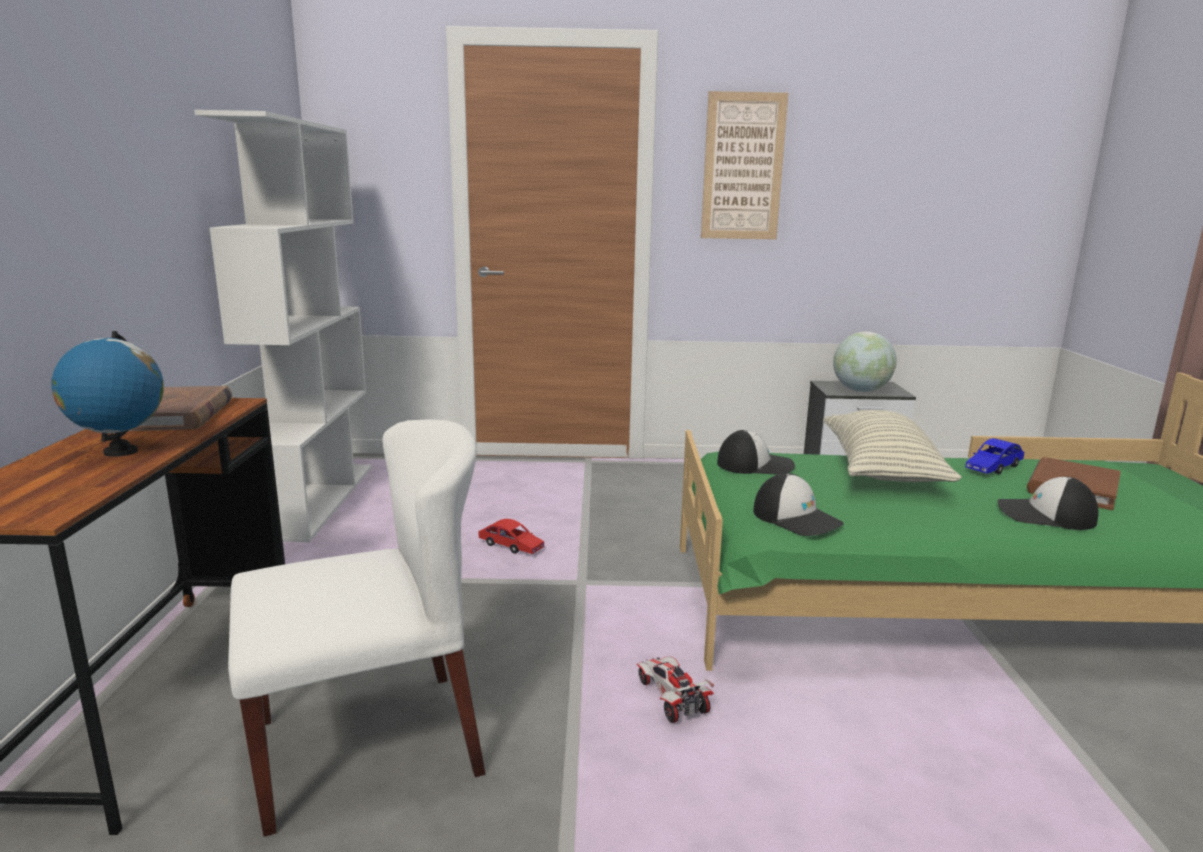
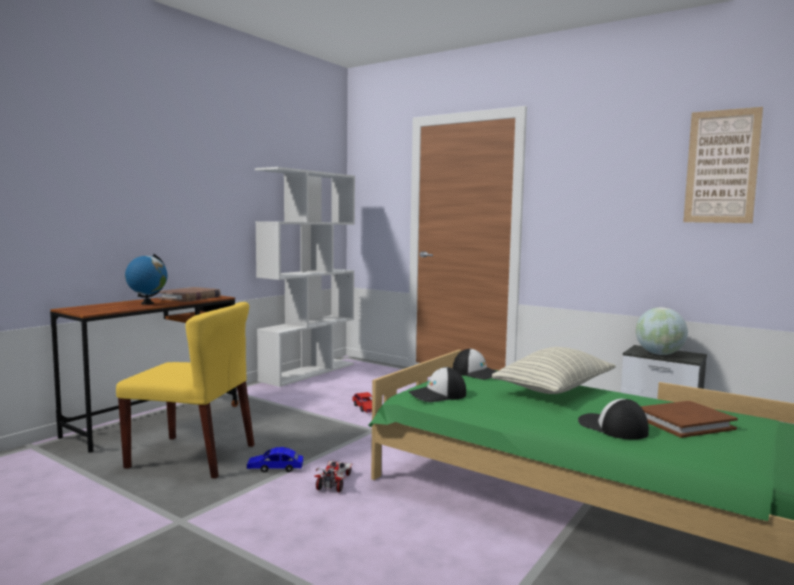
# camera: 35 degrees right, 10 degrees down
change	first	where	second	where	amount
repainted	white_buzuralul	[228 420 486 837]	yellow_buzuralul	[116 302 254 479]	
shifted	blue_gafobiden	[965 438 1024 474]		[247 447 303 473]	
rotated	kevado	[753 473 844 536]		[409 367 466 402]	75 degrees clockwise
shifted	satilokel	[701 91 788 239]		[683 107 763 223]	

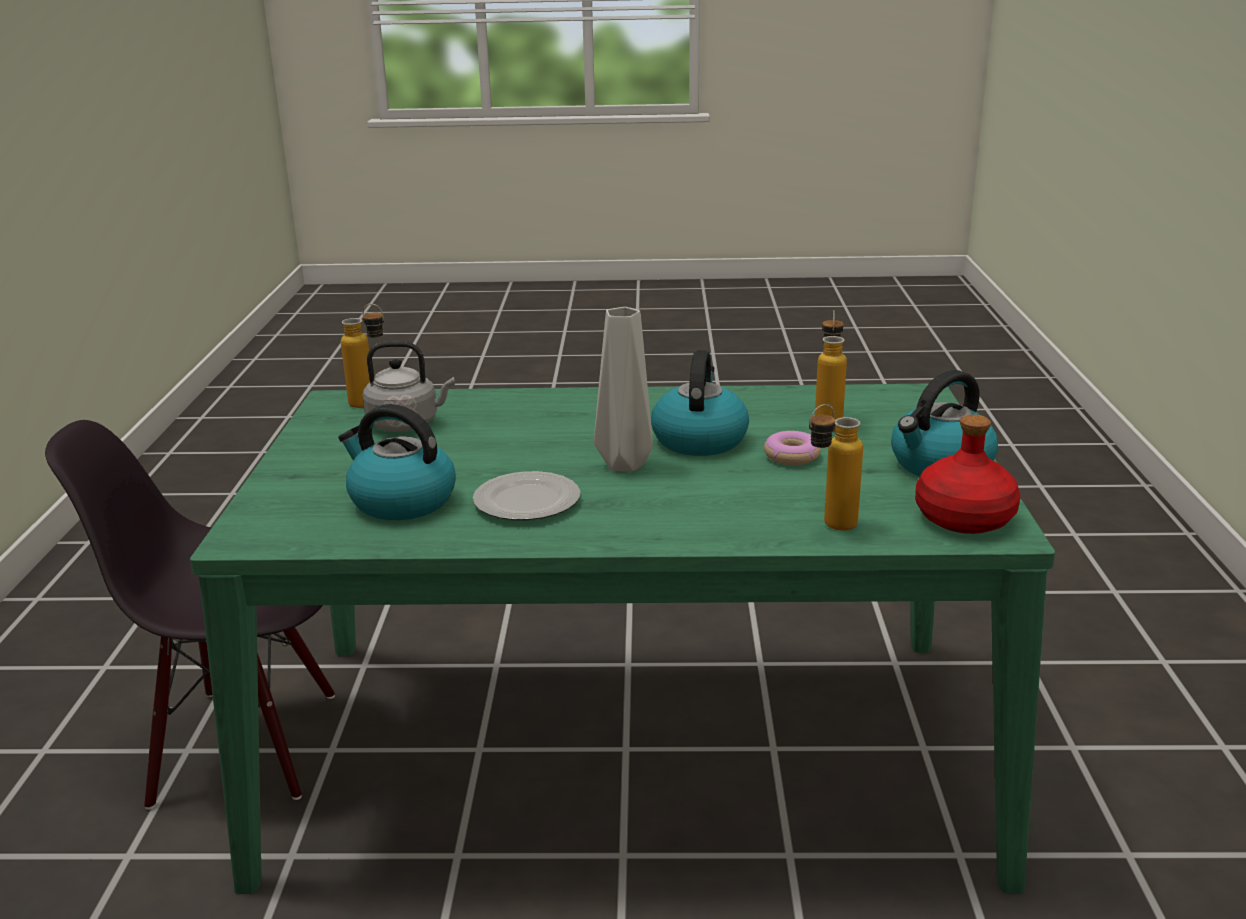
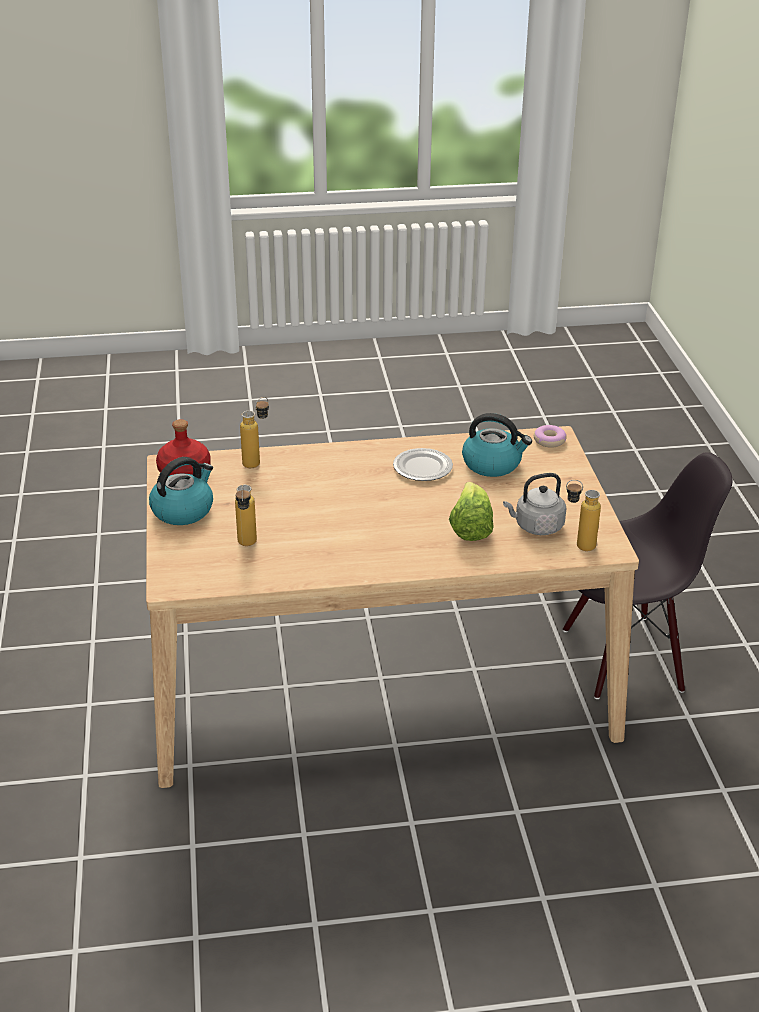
# camera: 170 degrees right, 10 degrees up
change	first	where	second	where	amount
repainted	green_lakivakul	[190 384 1055 894]	beige_lakivakul	[146 426 639 788]	
new			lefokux	[449 482 494 541]	
shifted	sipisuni	[764 431 821 465]		[534 425 567 448]	
gone	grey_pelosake	[594 307 653 472]			
gone	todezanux	[651 350 749 456]			

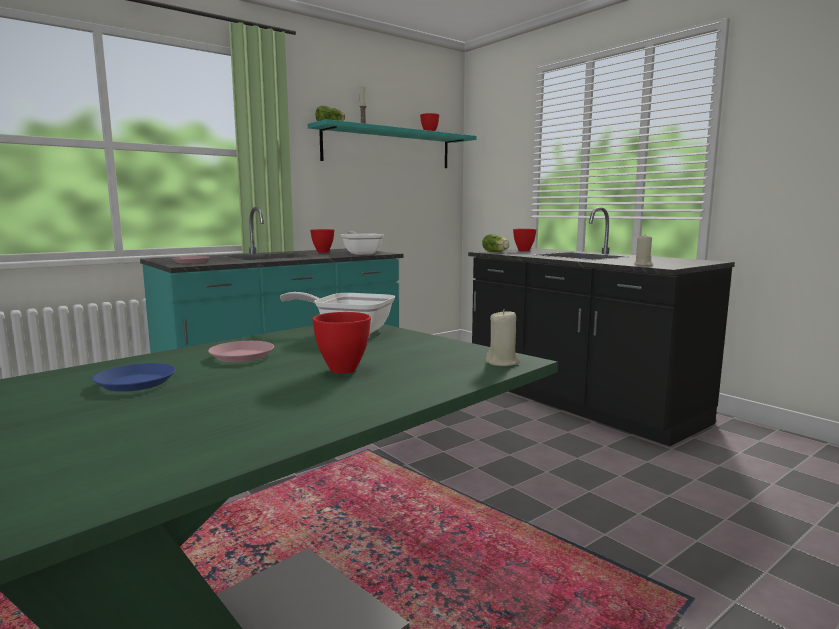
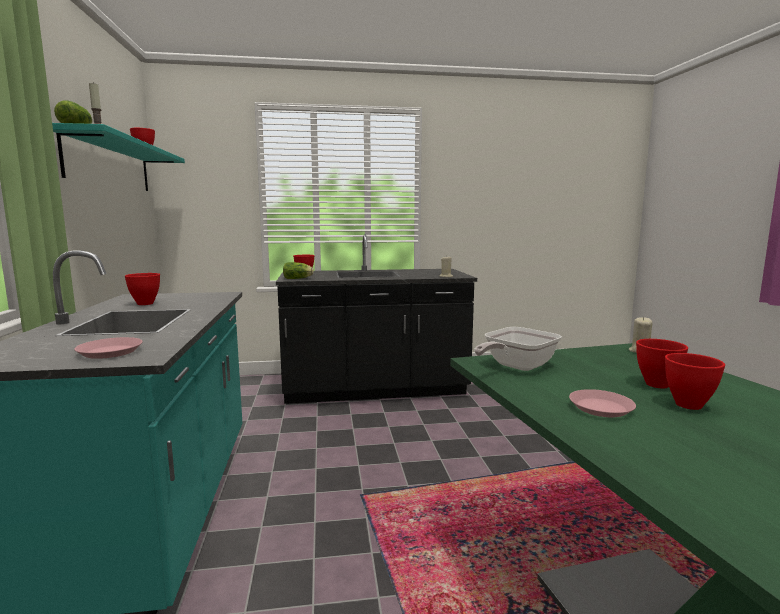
# camera: 60 degrees left, 0 degrees up
change	first	where	second	where	amount
new			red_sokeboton	[665 353 725 410]	
gone	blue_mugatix	[92 363 176 392]			
gone	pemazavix	[341 231 384 255]			

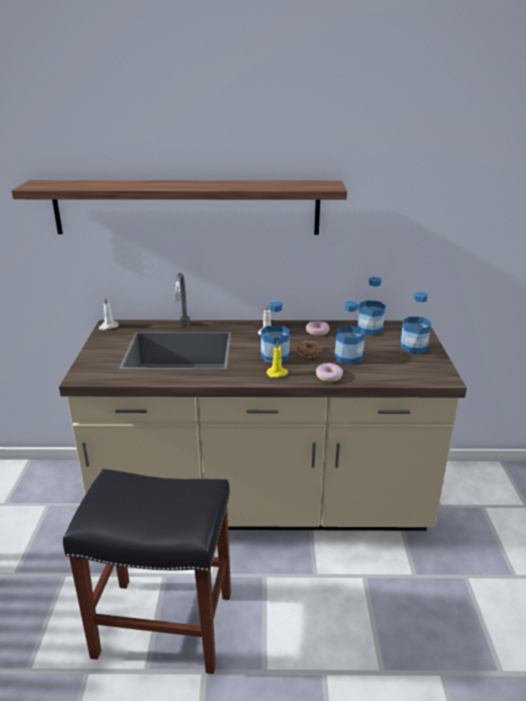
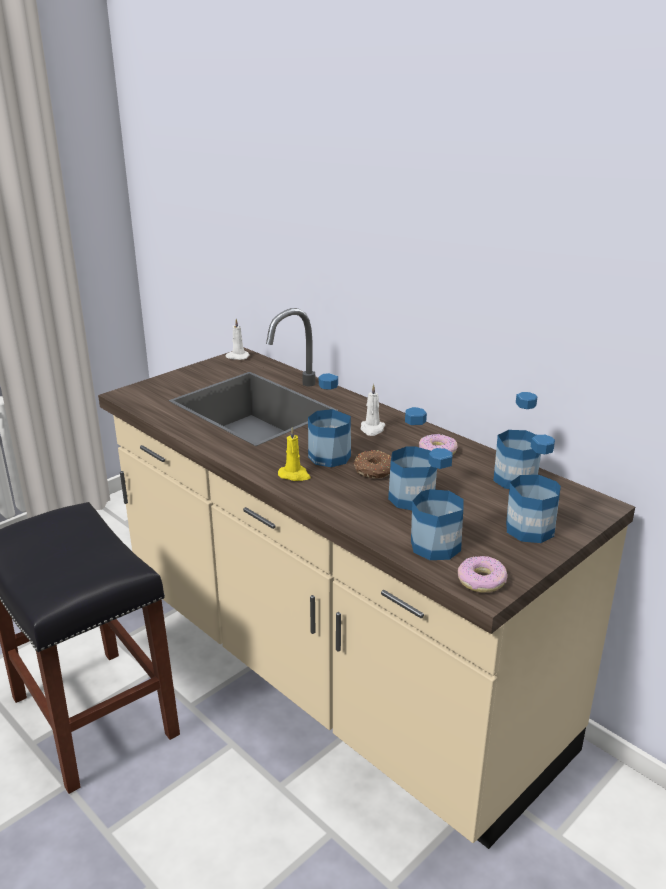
# camera: 45 degrees right, 0 degrees up
change	first	where	second	where	amount
new			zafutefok	[411 448 463 560]	
shifted	sipisuni	[316 363 343 382]		[458 556 507 593]	
gone	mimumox	[11 180 347 235]			

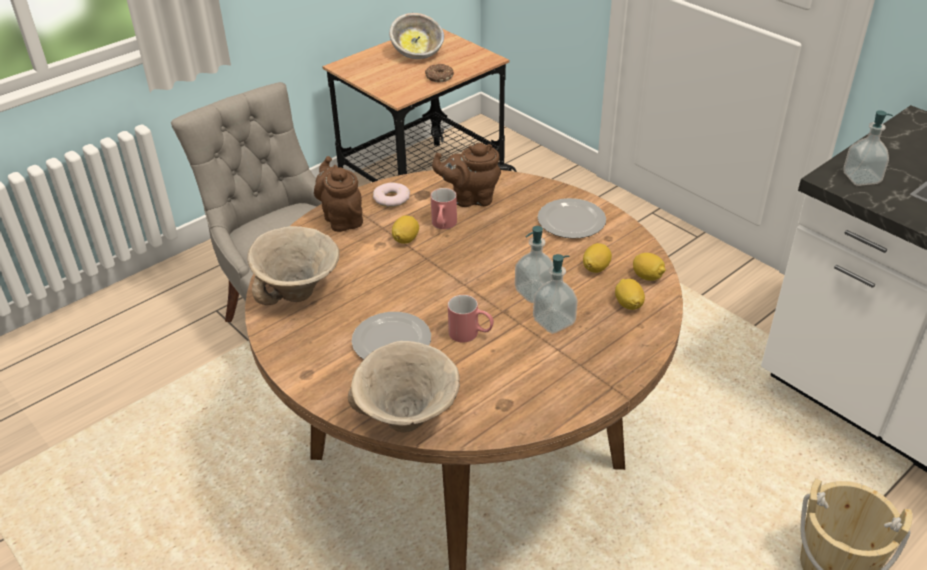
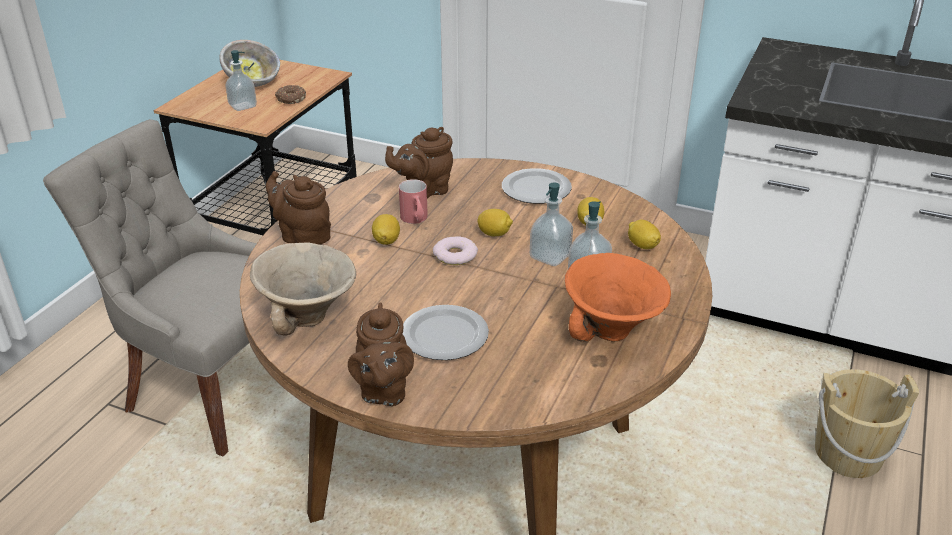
# camera: 25 degrees left, 5 degrees down
change	first	where	second	where	amount
shifted	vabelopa	[844 110 893 186]		[225 50 257 111]	
new			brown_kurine	[348 303 414 406]	
shifted	sipisuni	[373 183 410 207]		[433 236 478 265]	
shifted	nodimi	[633 253 666 281]		[477 209 513 236]	
new			orange_sokeboton	[565 253 671 342]	
gone	beige_sokeboton	[348 341 460 432]			
gone	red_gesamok	[448 295 494 343]			

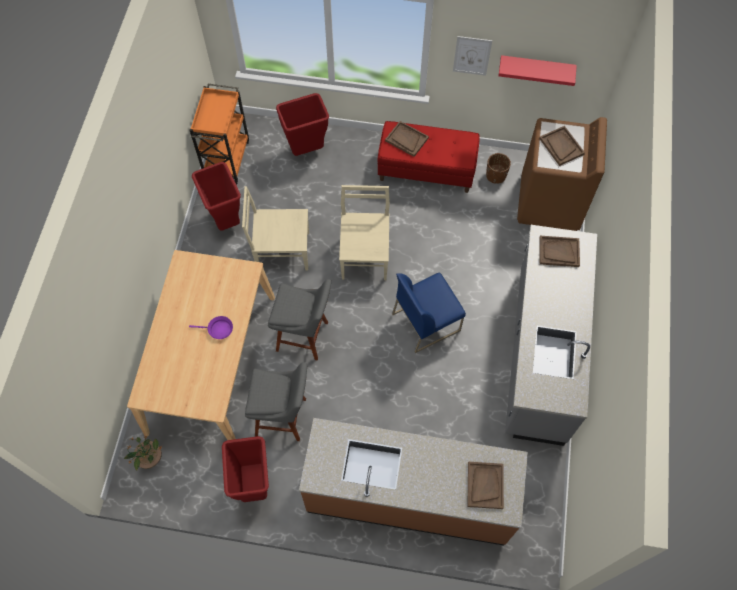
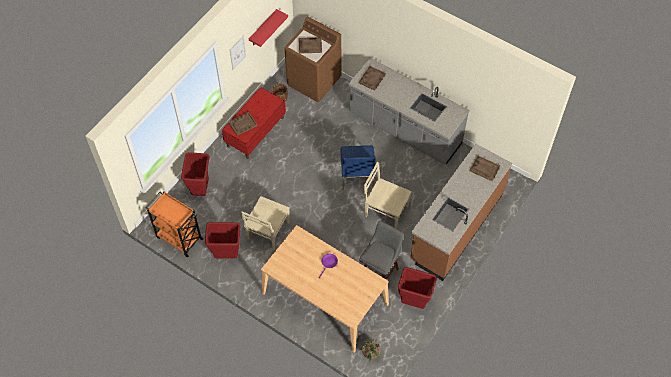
# camera: 65 degrees left, 5 degrees down
change	first	where	second	where	amount
shifted	beige_buzuralul	[339 185 390 280]		[364 162 412 229]	
gone	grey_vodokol	[268 279 331 361]			

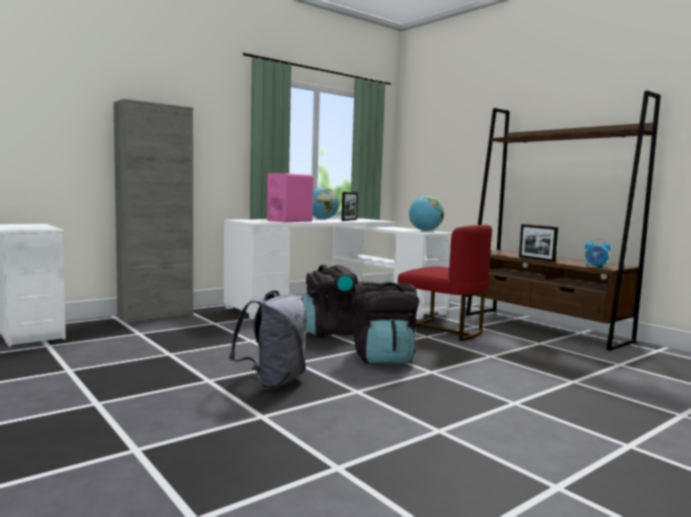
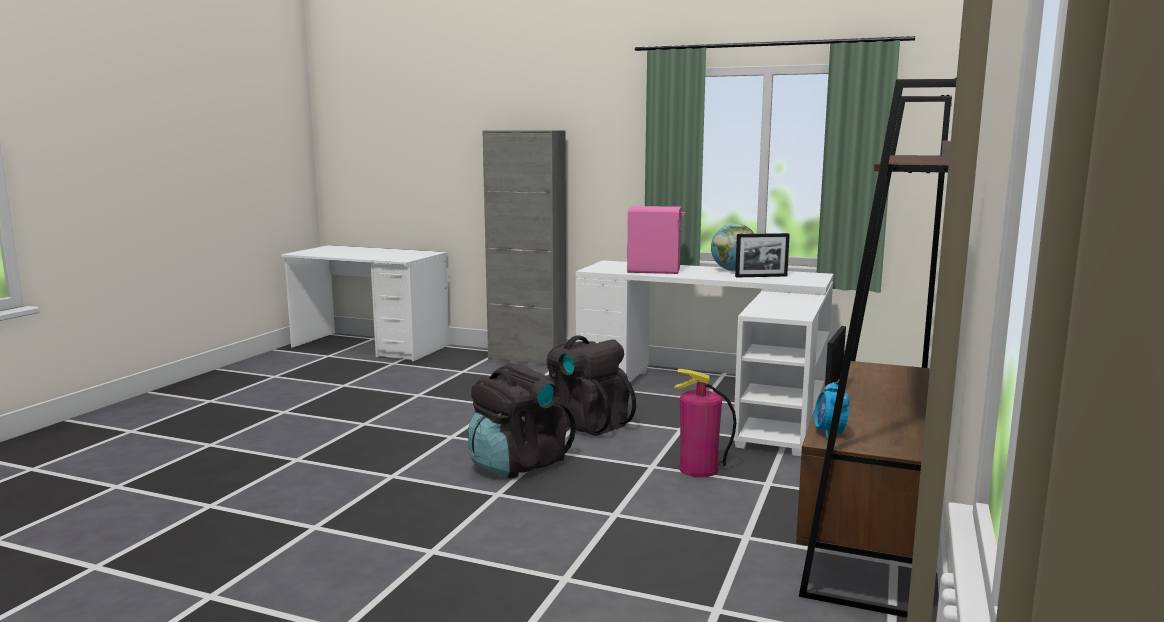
# camera: 60 degrees right, 5 degrees up
change	first	where	second	where	amount
swapped	red_buzuralul	[398 225 492 341]	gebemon	[674 369 737 477]	
gone	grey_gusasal	[229 290 307 389]			
gone	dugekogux	[409 196 444 231]			

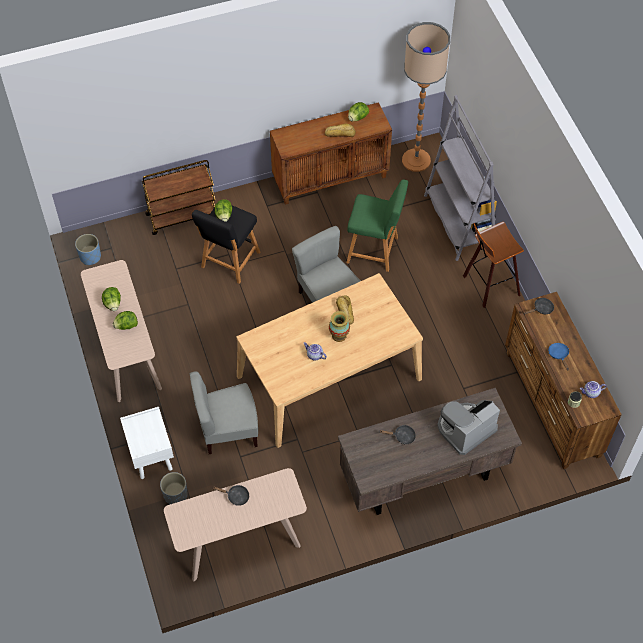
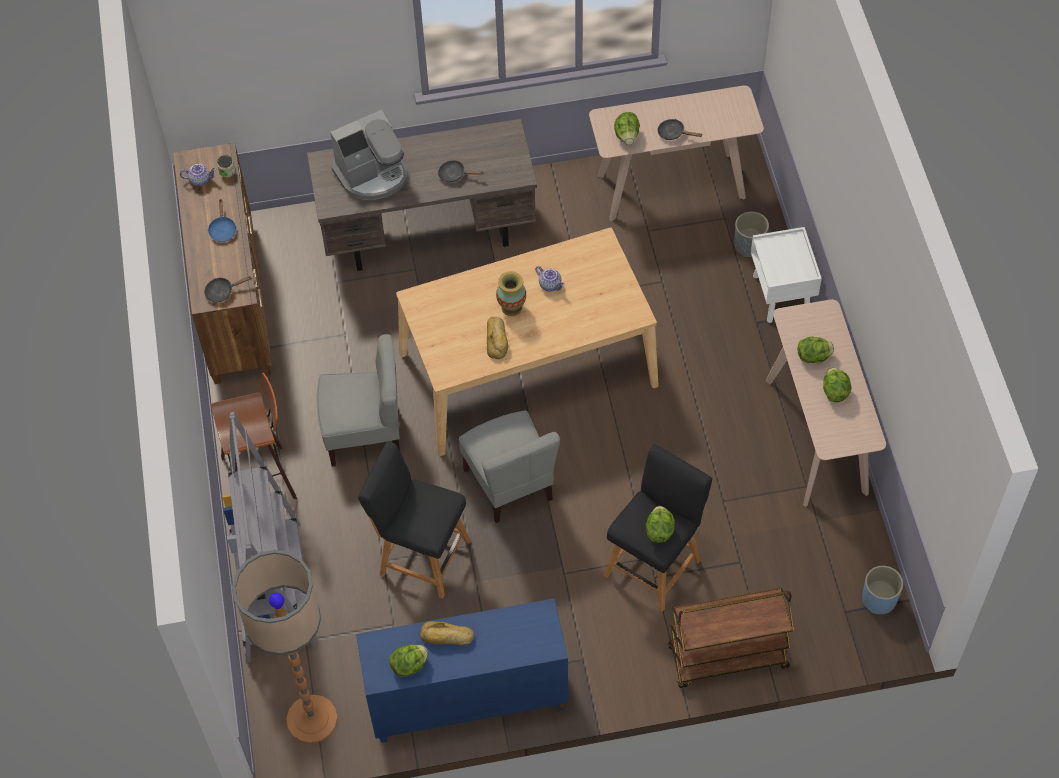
# camera: 170 degrees left, 0 degrees up
change	first	where	second	where	amount
shifted	grey_buzuralul	[190 371 258 454]		[317 334 400 466]	
repainted	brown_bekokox	[270 102 392 205]	blue_bekokox	[356 598 568 743]	
repainted	green_vodokol	[346 180 408 272]	black_vodokol	[358 441 471 598]	
new			lefokux	[614 112 640 145]	

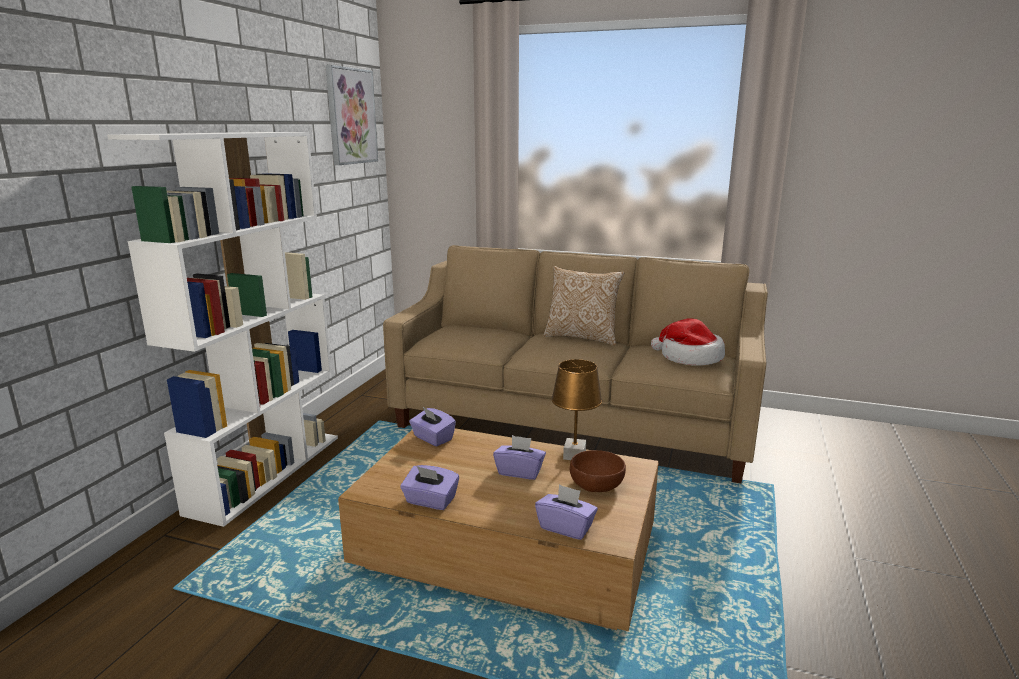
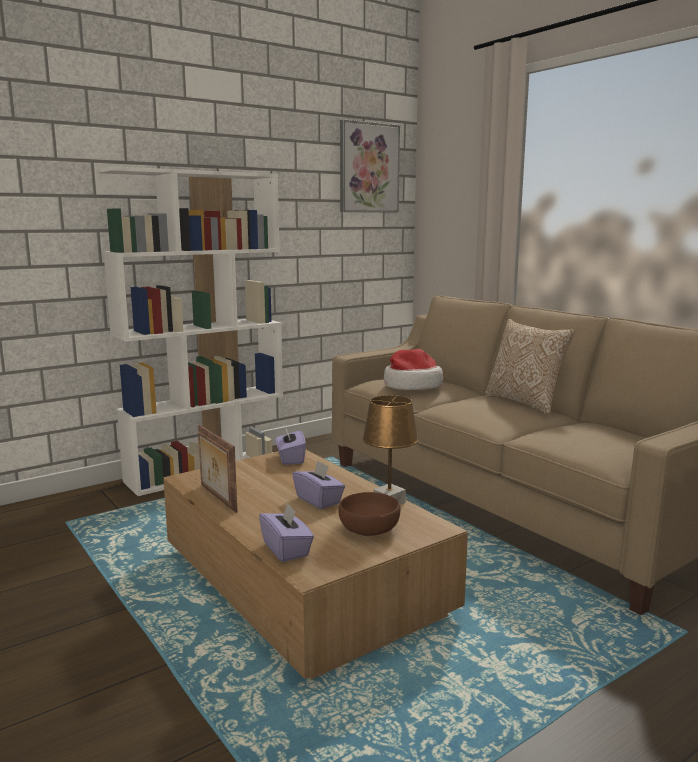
# camera: 35 degrees right, 5 degrees down
change	first	where	second	where	amount
swapped	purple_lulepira	[401 465 459 510]	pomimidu	[198 425 237 513]	
shifted	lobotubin	[651 318 725 366]		[384 349 443 390]	

